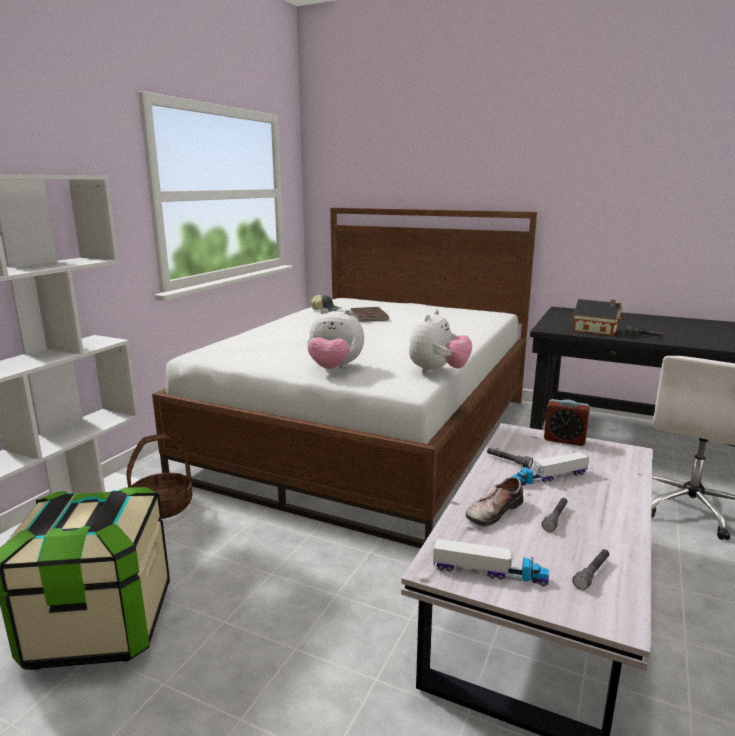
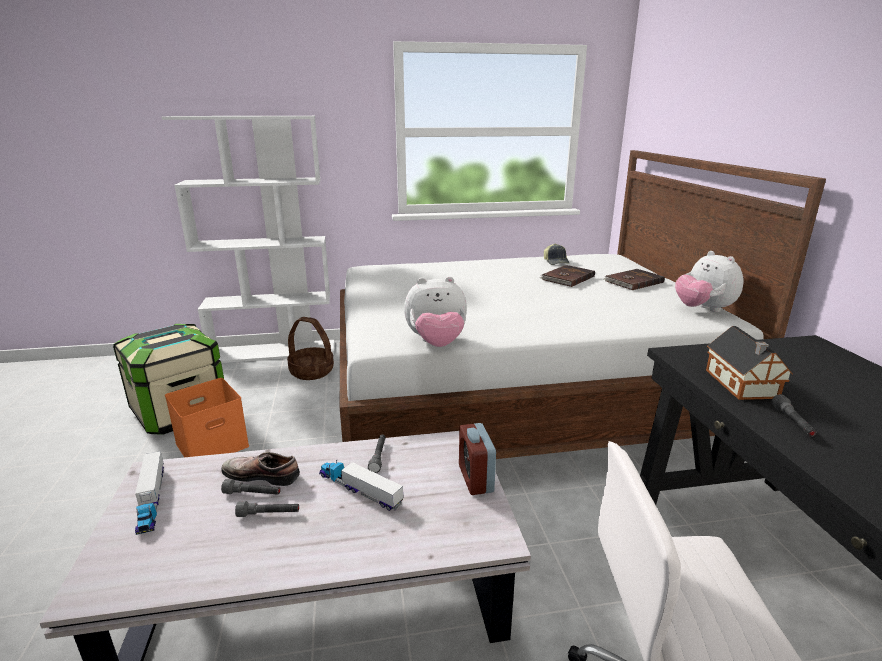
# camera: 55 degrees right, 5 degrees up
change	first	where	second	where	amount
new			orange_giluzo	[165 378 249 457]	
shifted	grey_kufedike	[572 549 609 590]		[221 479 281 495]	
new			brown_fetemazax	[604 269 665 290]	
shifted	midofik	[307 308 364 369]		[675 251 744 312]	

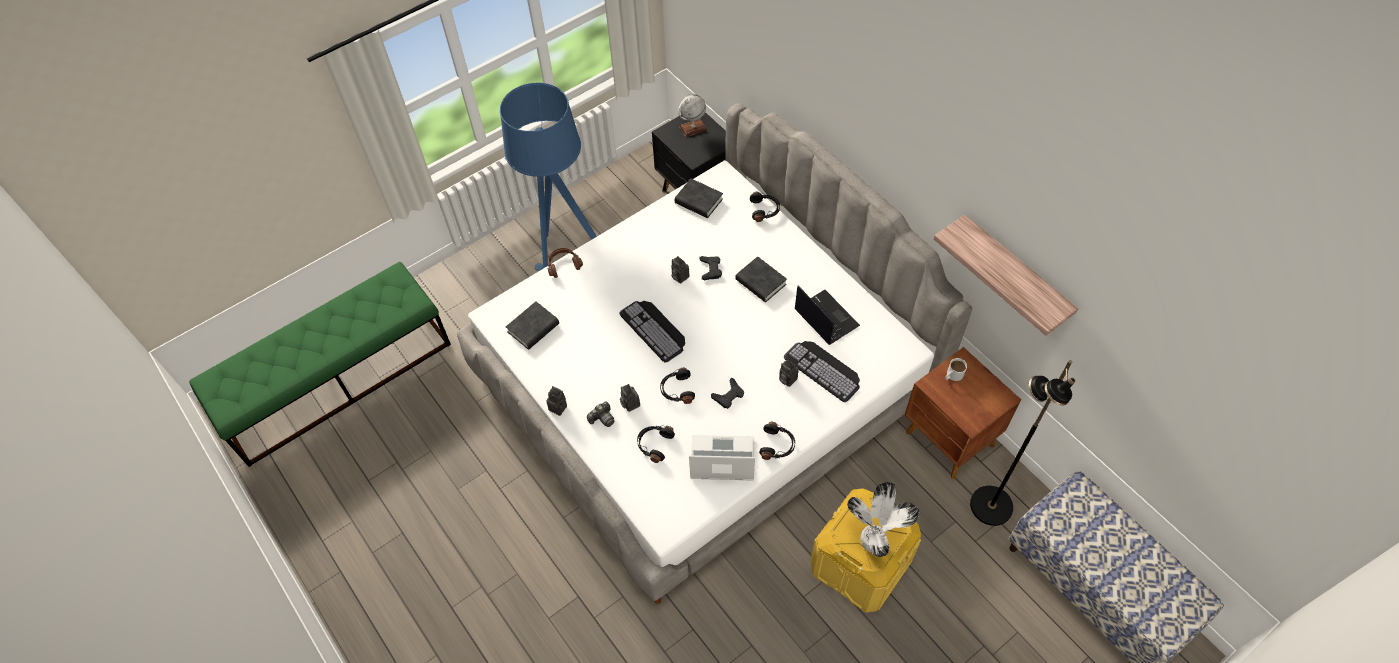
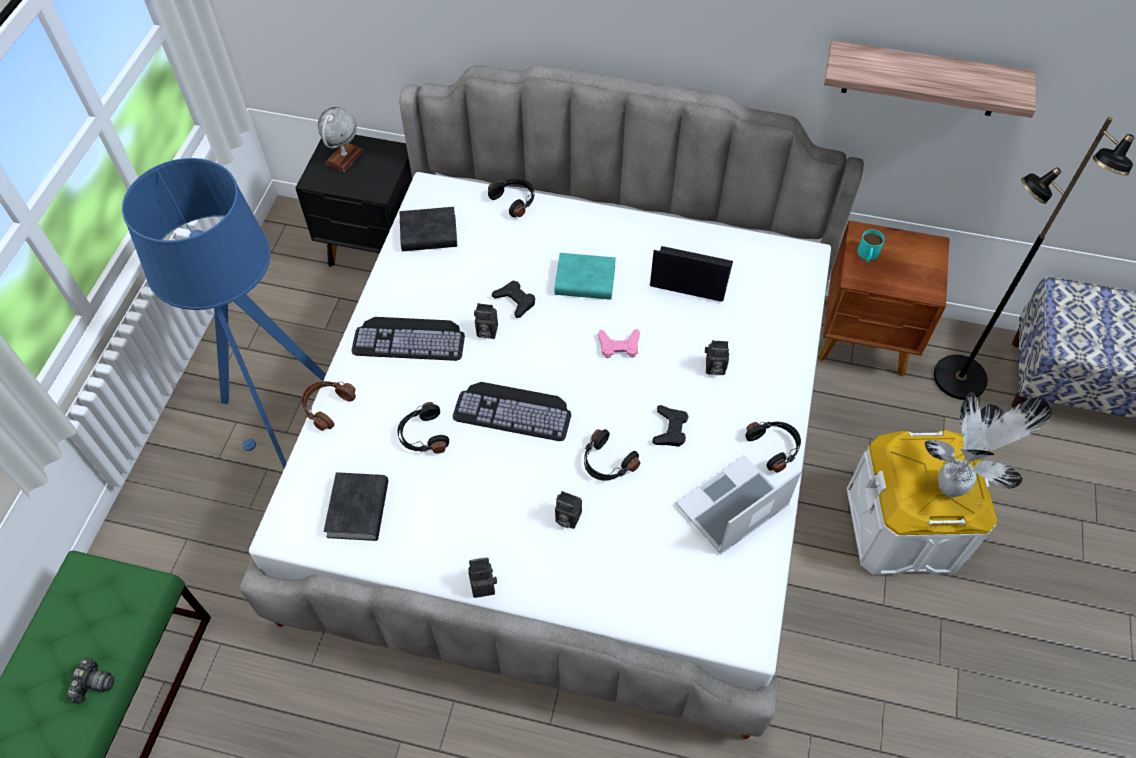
# camera: 40 degrees left, 0 degrees up
change	first	where	second	where	amount
shifted	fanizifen	[587 401 614 427]		[67 658 114 703]	
shifted	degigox	[784 341 860 402]		[351 317 465 361]	
shifted	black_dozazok	[637 425 675 463]		[397 402 449 454]	
repainted	black_fetemazax	[735 256 787 302]	turquoise_fetemazax	[554 253 616 300]	
new			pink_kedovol	[598 329 640 358]	
repainted	yellow_giluzo	[810 488 921 613]	white_giluzo	[847 430 997 575]	
repainted	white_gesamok	[945 358 967 381]	turquoise_gesamok	[857 229 885 263]	

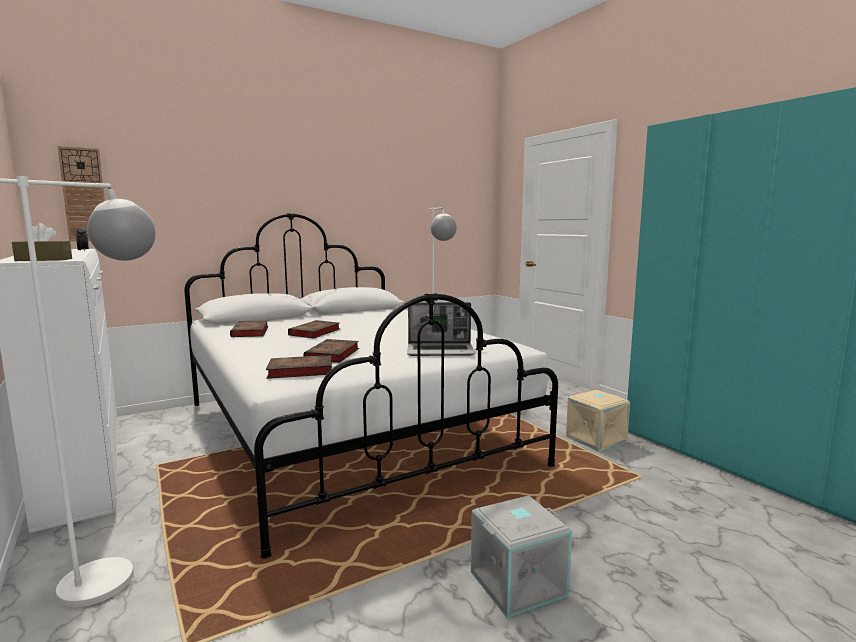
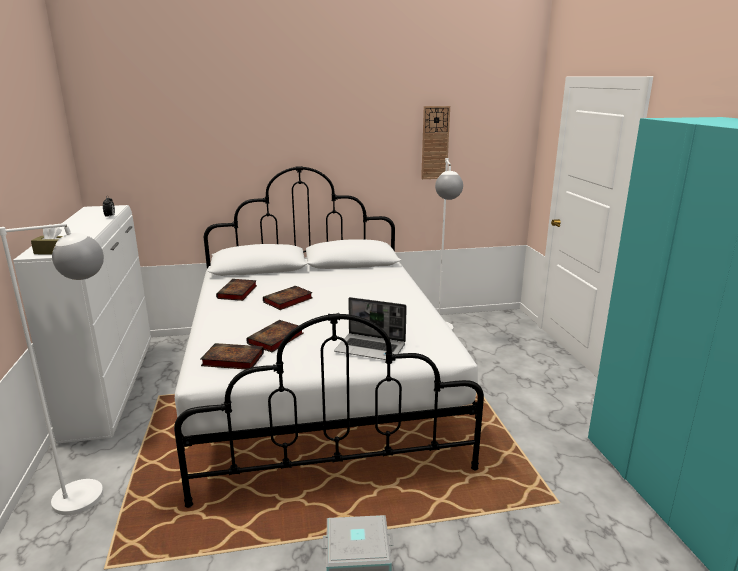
# camera: 20 degrees right, 10 degrees up
change	first	where	second	where	amount
shifted	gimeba	[57 146 105 242]		[421 106 450 179]	
gone	beige_giluzo	[566 390 630 452]			

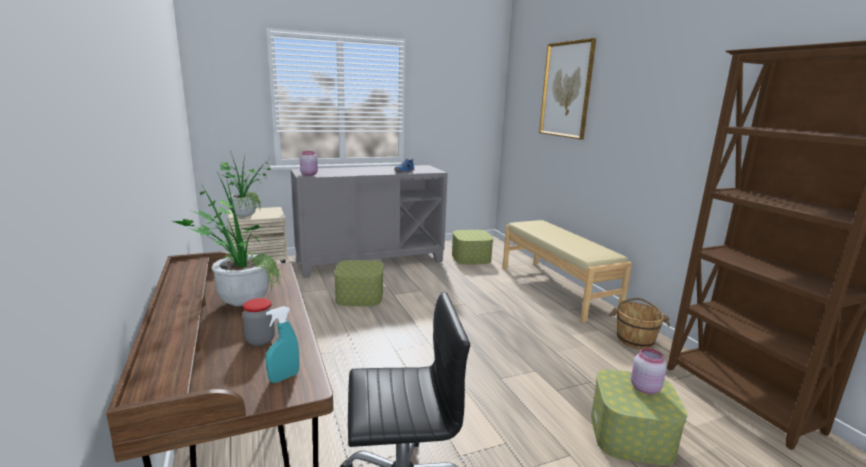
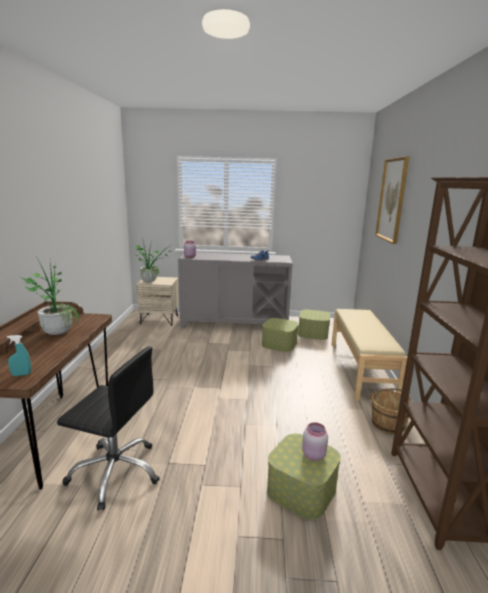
# camera: 25 degrees right, 0 degrees up
change	first	where	second	where	amount
shifted	giluzo	[334 260 384 307]		[262 318 299 352]	
gone	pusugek	[242 298 275 346]			

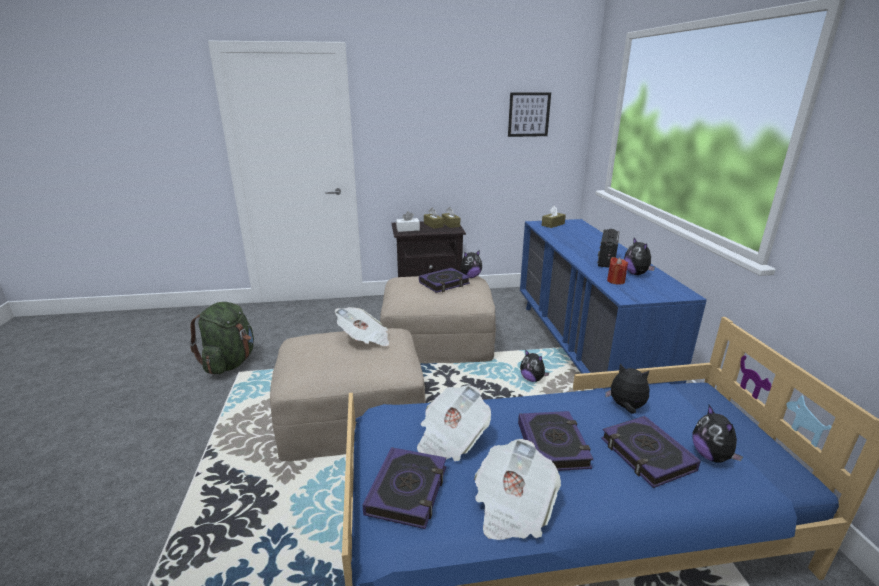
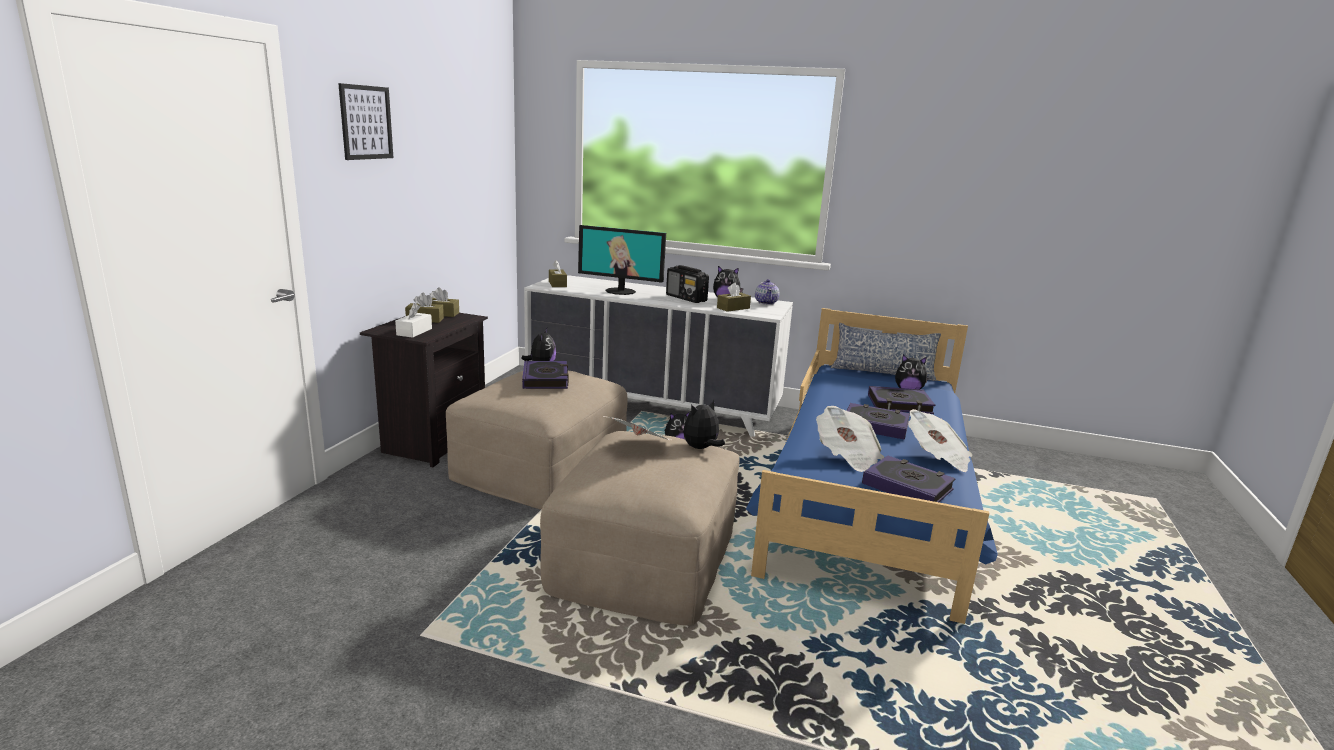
# camera: 65 degrees left, 5 degrees down
change	first	where	second	where	amount
shifted	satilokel	[508 92 551 137]		[338 83 393 160]	
repainted	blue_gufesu	[520 219 707 390]	white_gufesu	[524 275 793 437]	
new			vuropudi	[578 225 666 295]	
shifted	midofik	[605 363 649 414]		[683 400 725 449]	
swapped	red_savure	[607 257 628 284]	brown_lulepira	[717 283 751 312]	
new			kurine	[755 279 779 305]	
new			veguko	[831 323 941 381]	
gone	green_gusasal	[189 302 254 374]			

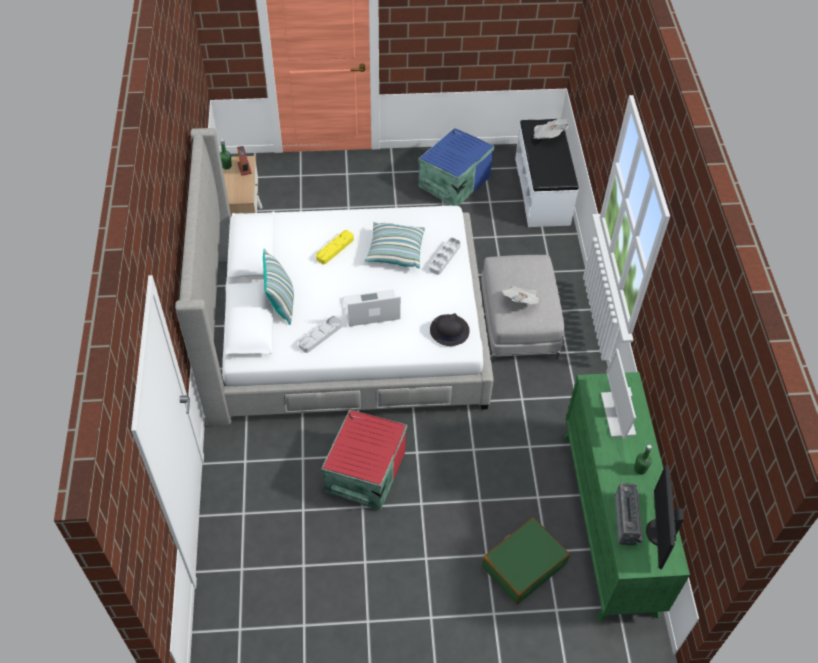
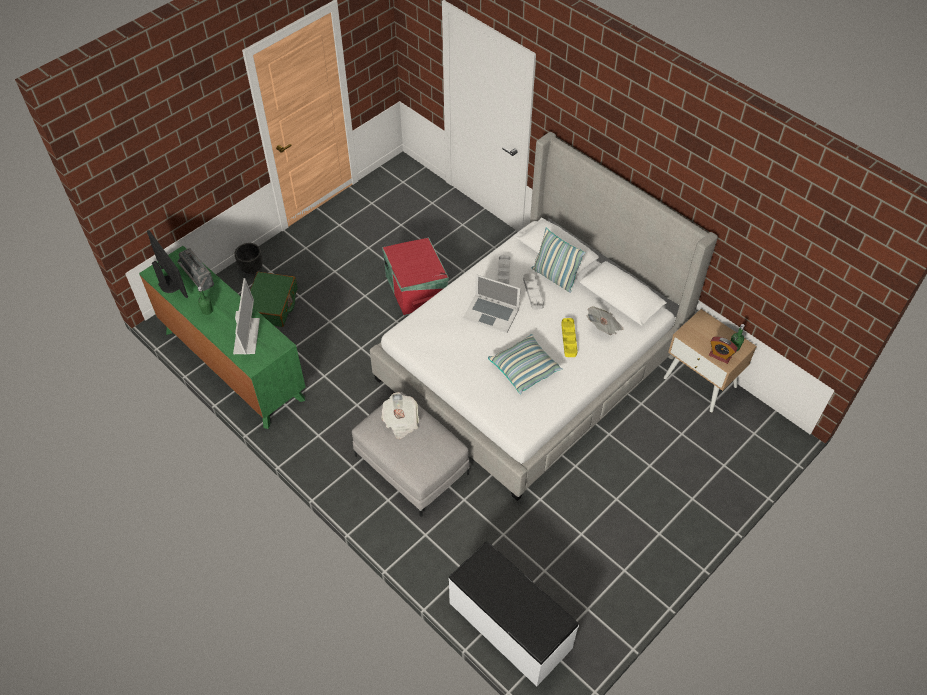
# camera: 140 degrees right, 0 degrees up
change	first	where	second	where	amount
rotated	vuropudi	[601 349 636 440]		[233 278 260 354]	45 degrees clockwise
new			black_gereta	[235 243 263 274]	
rotated	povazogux	[343 289 401 327]		[463 274 521 333]	75 degrees clockwise
shifted	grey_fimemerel	[429 238 461 275]		[523 273 544 310]	
shifted	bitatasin	[533 119 569 139]		[587 306 624 335]	
gone	blue_giluzo	[418 128 495 206]			
gone	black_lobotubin	[430 313 470 346]			

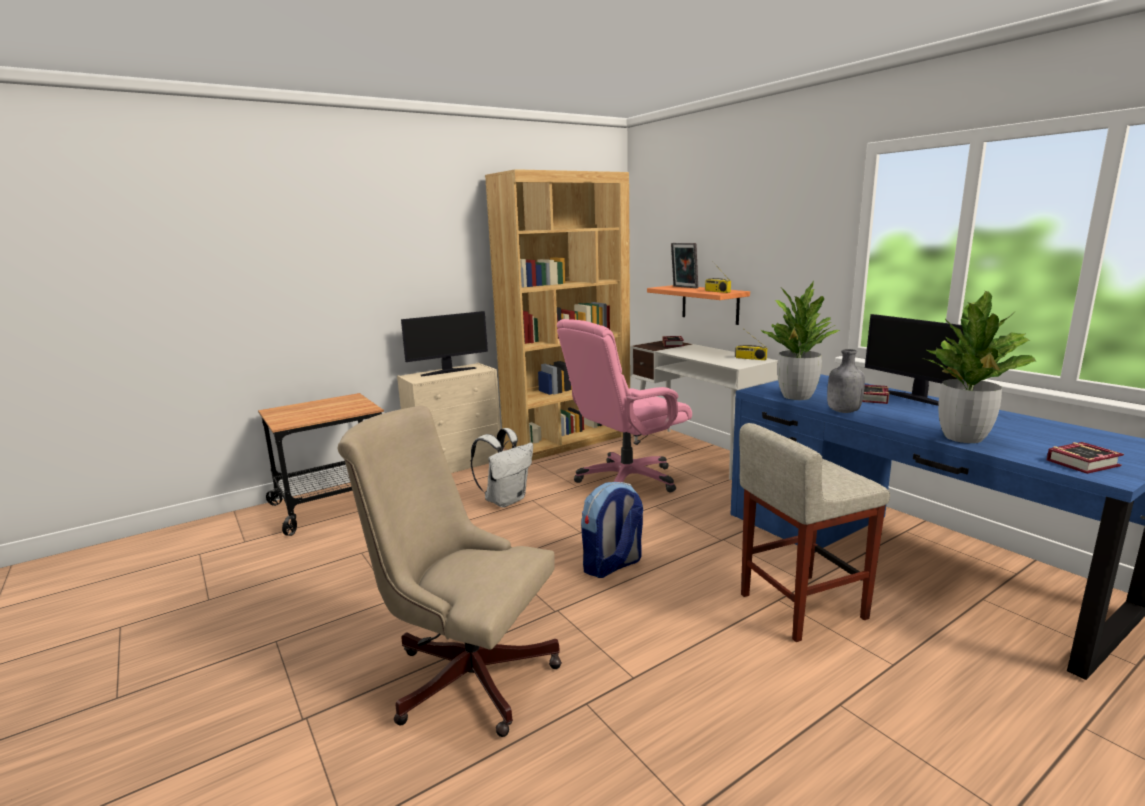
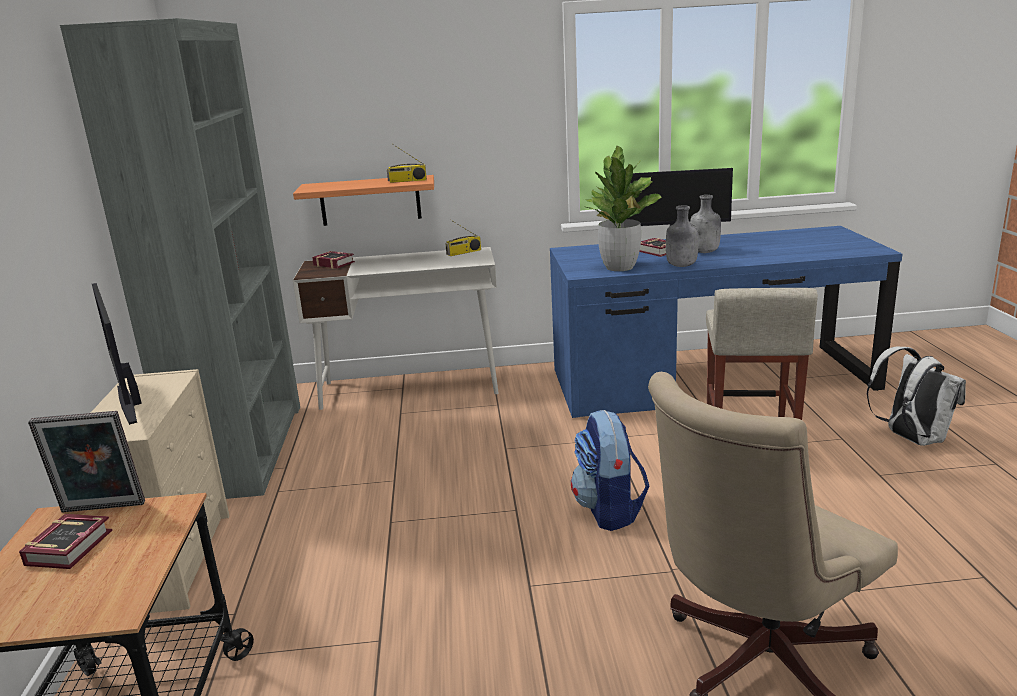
# camera: 60 degrees left, 5 degrees up
change	first	where	second	where	amount
shifted	fetemazax	[1047 442 1124 474]		[19 514 112 569]	
shifted	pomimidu	[671 243 698 288]		[28 411 145 512]	
repainted	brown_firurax	[485 169 630 461]	grey_firurax	[60 18 300 499]	
rotated	vuropudi	[401 311 488 376]		[92 283 142 425]	150 degrees clockwise
new			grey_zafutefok	[690 195 721 253]	
shifted	white_gusasal	[470 428 533 508]		[867 346 966 446]	
gone	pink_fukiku	[557 319 692 492]			
gone	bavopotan	[922 291 1036 443]			

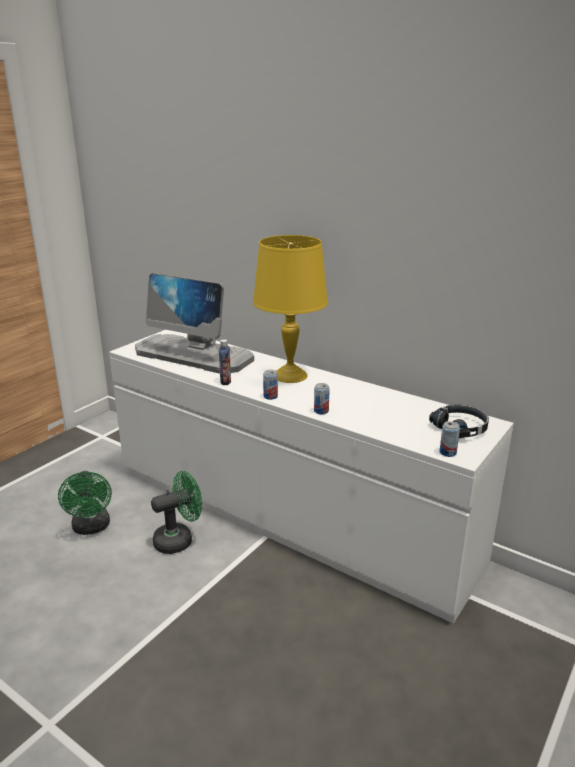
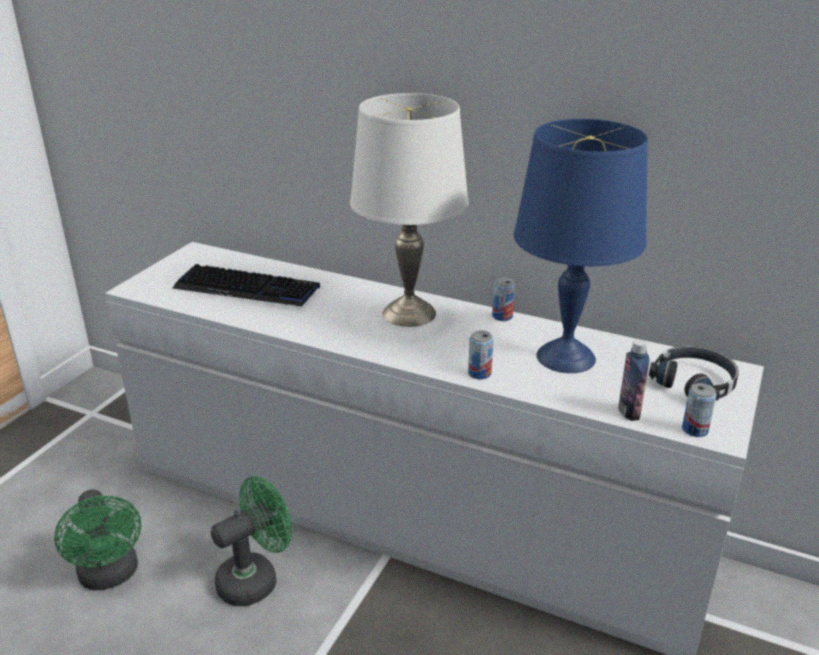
# camera: 10 degrees left, 5 degrees up
change	first	where	second	where	amount
swapped	vuropudi	[135 273 254 374]	degigox	[172 264 320 306]	
repainted	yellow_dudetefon	[253 235 328 383]	white_dudetefon	[350 93 469 327]	
shifted	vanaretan	[263 370 278 400]		[492 277 515 321]	
new			blue_dudetefon	[514 119 648 373]	
shifted	zafutefok	[219 339 231 385]		[618 339 650 421]	

